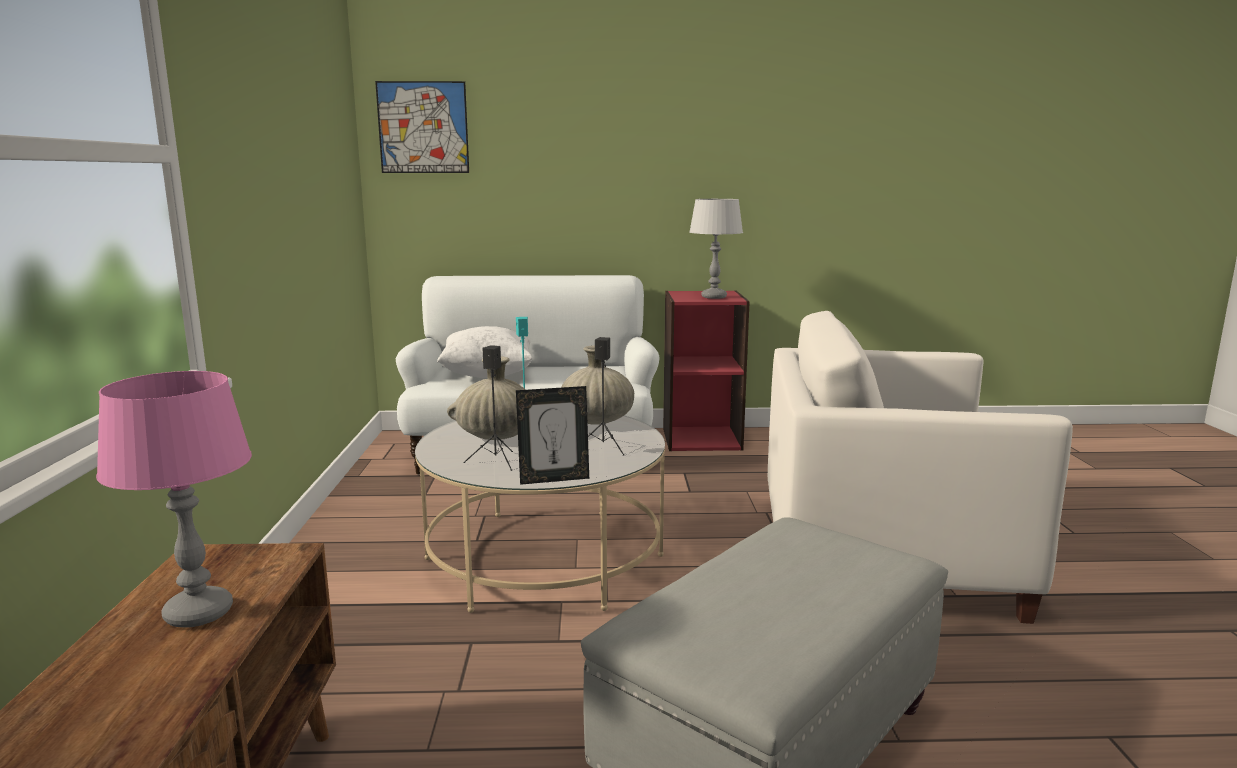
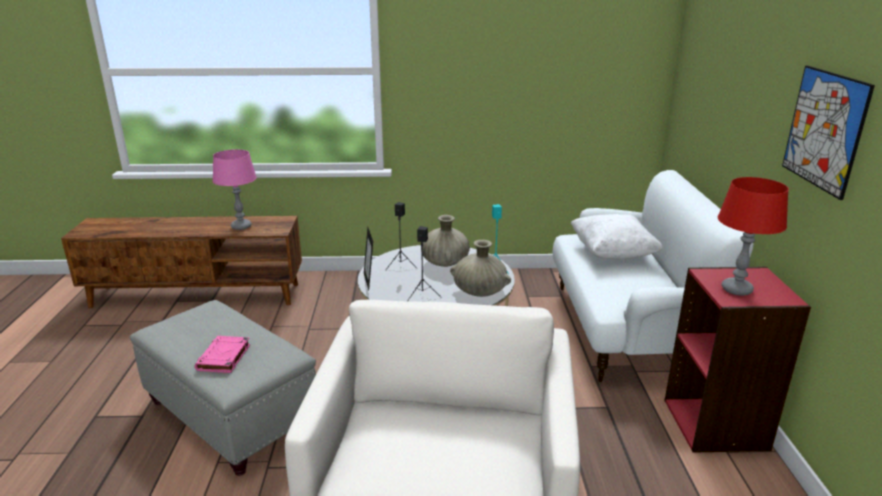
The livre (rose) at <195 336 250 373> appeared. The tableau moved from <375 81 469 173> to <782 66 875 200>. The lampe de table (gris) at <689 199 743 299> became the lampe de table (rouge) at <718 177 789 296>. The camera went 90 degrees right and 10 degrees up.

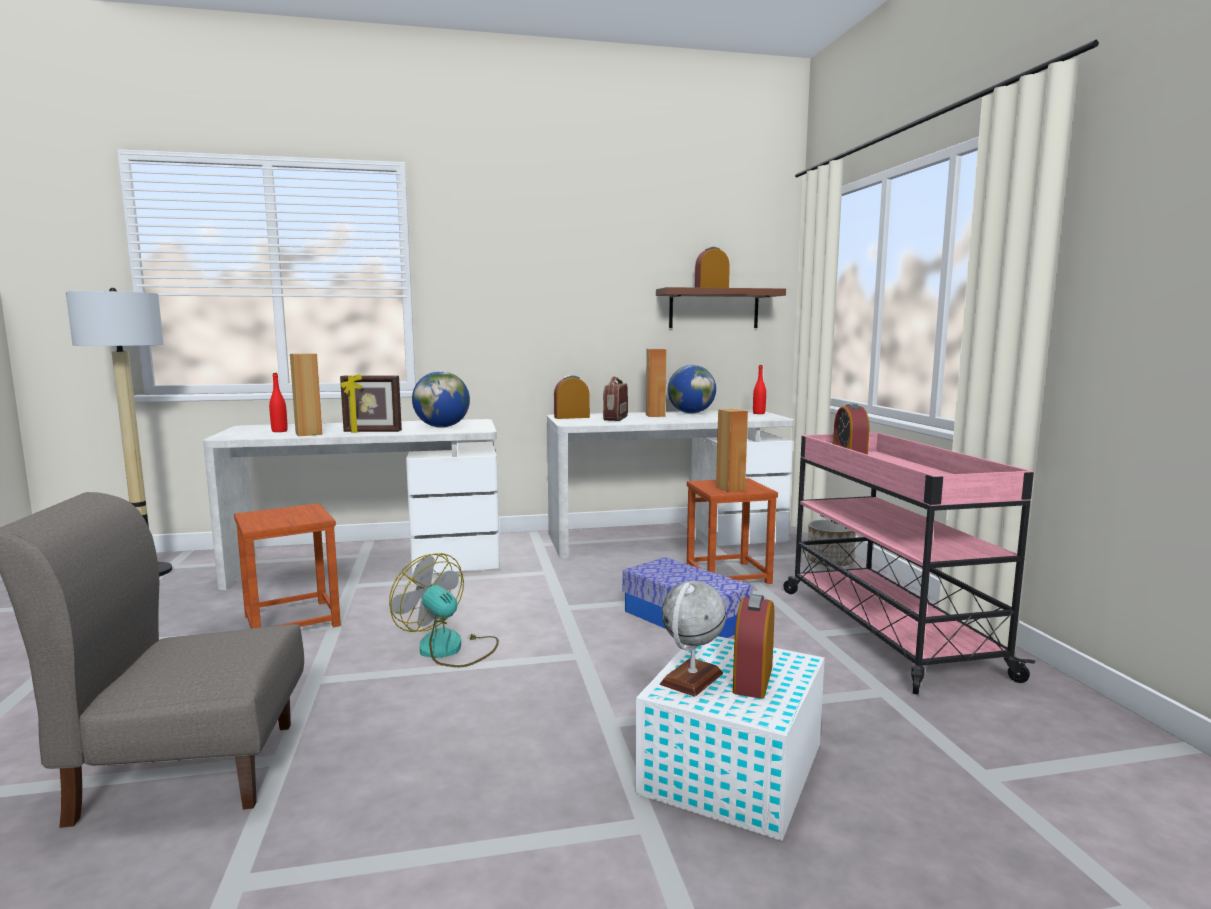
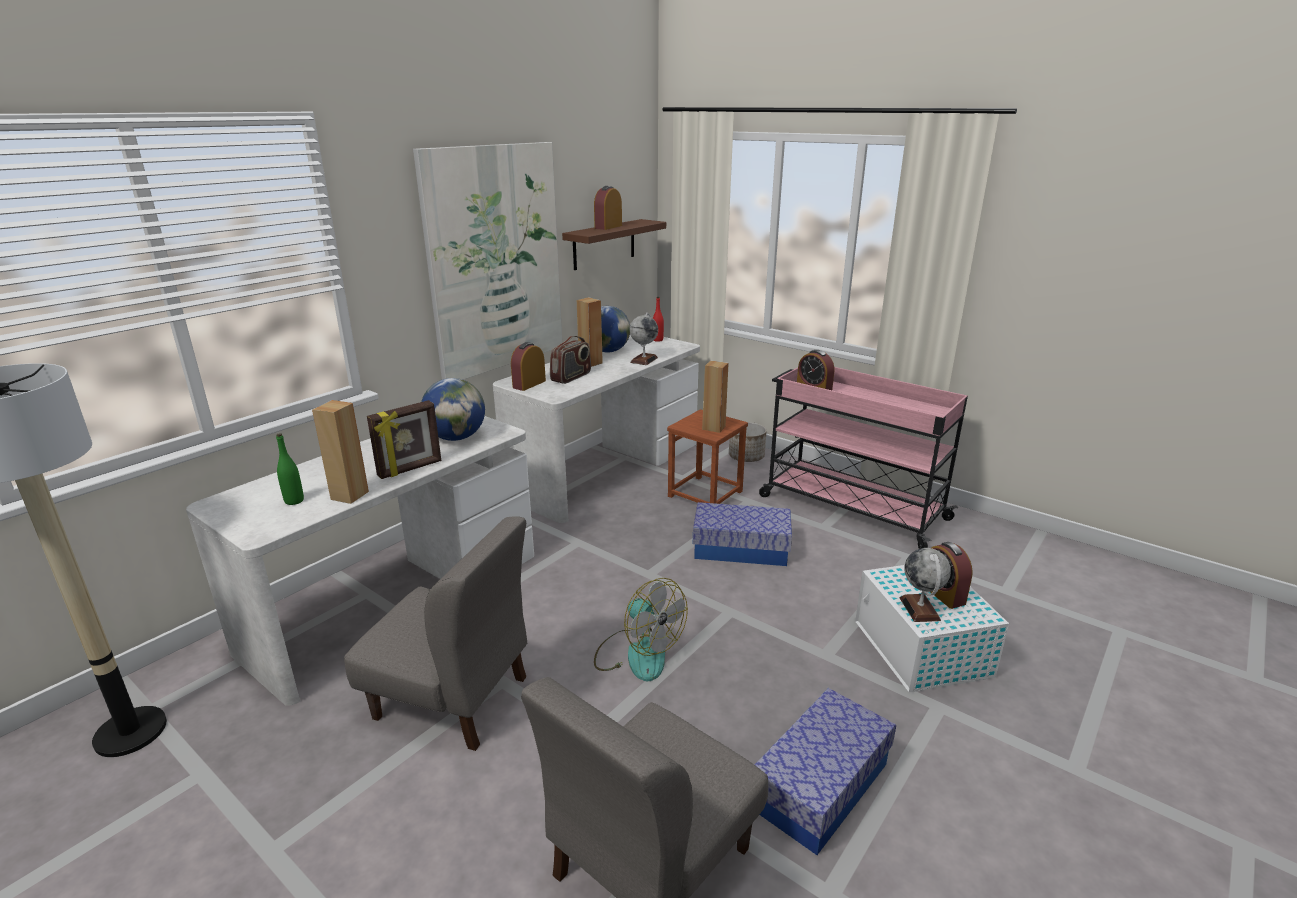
The tableau at <413 142 562 380> appeared. The globe at <630 313 658 365> appeared. The boîte de rangement at <755 688 896 855> appeared. The tabouret (marron) at <234 503 341 629> was replaced by the chaise (gris) at <344 516 527 751>. The bouteille (rouge) at <269 373 288 432> became the bouteille (vert) at <276 433 304 505>. The ventilateur at <389 553 499 667> turned 135 degrees counterclockwise. The radio at <603 376 628 421> turned 120 degrees counterclockwise. The camera went 40 degrees left and 15 degrees up.

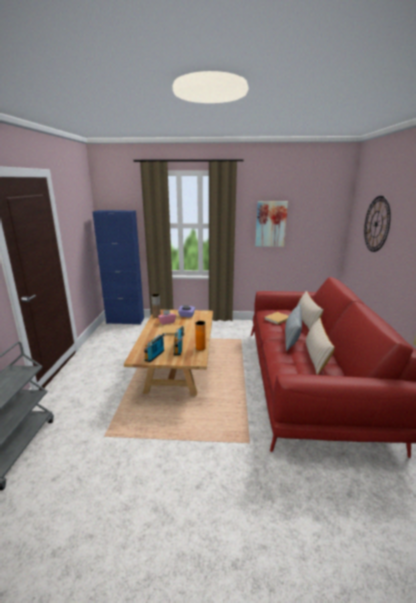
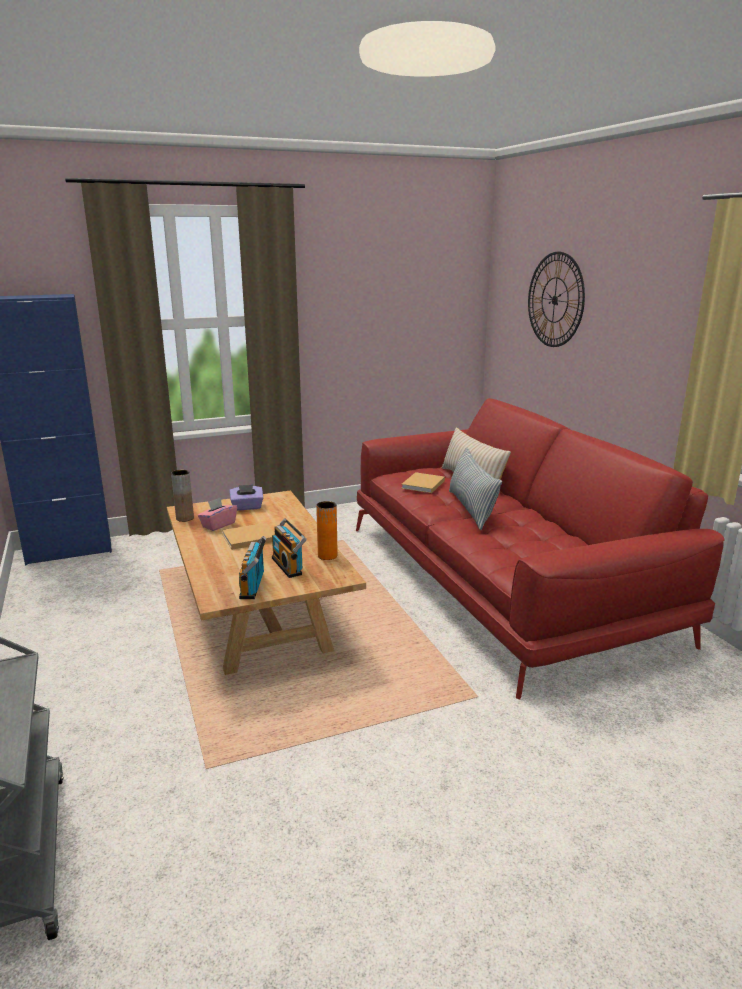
The tableau at <255 201 288 247> disappeared. The coussin (beige) at <306 318 335 375> disappeared. The camera went 25 degrees left and 0 degrees up.

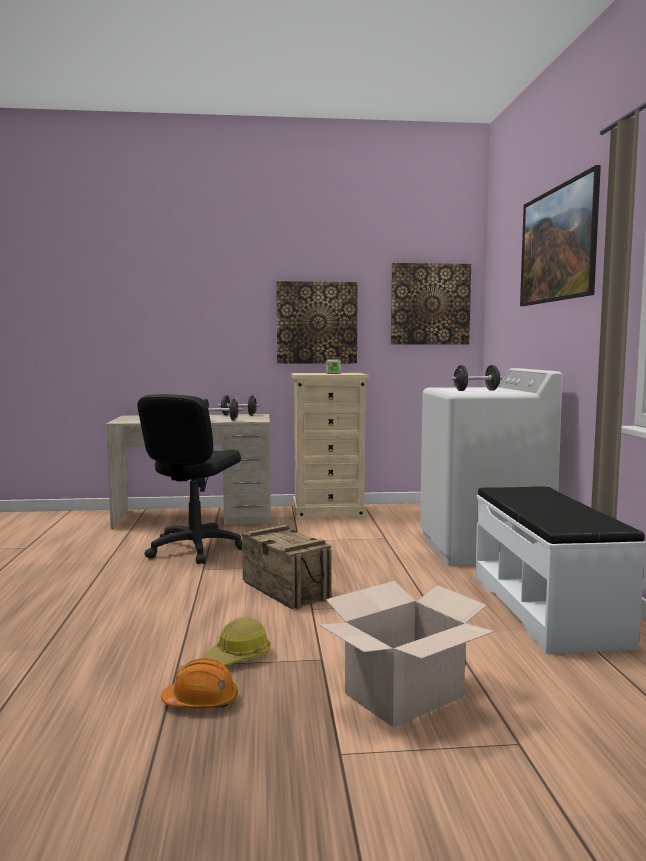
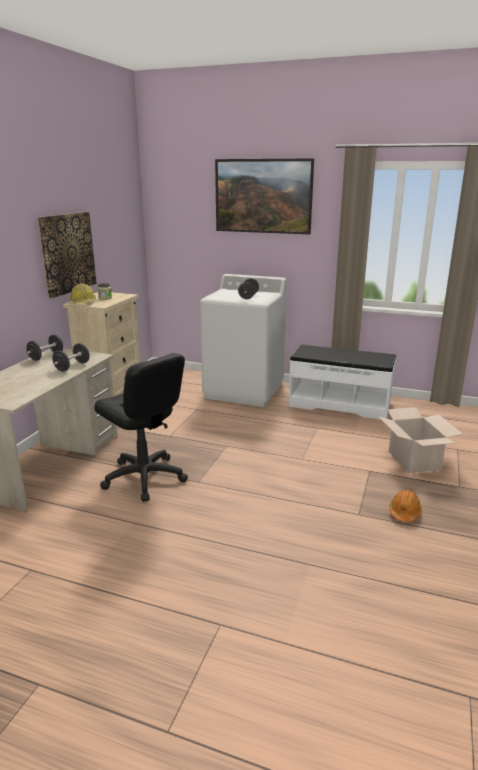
The caisse at <242 525 331 609> disappeared. The tableau at <391 263 471 344> disappeared. The casque de chantier moved from <204 617 271 665> to <70 284 96 303>. The camera went 65 degrees left and 15 degrees up.

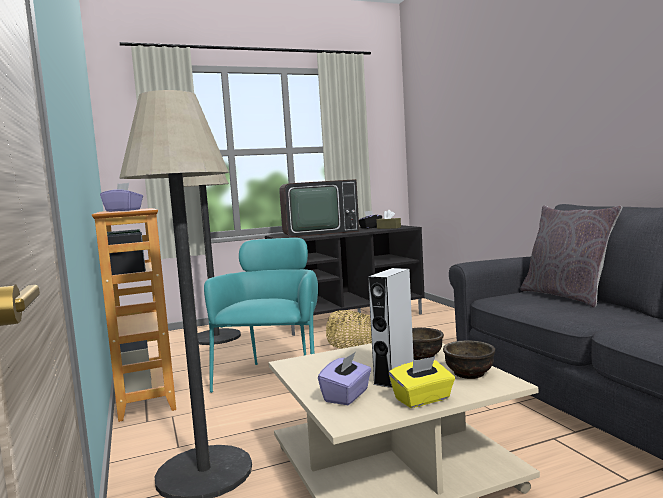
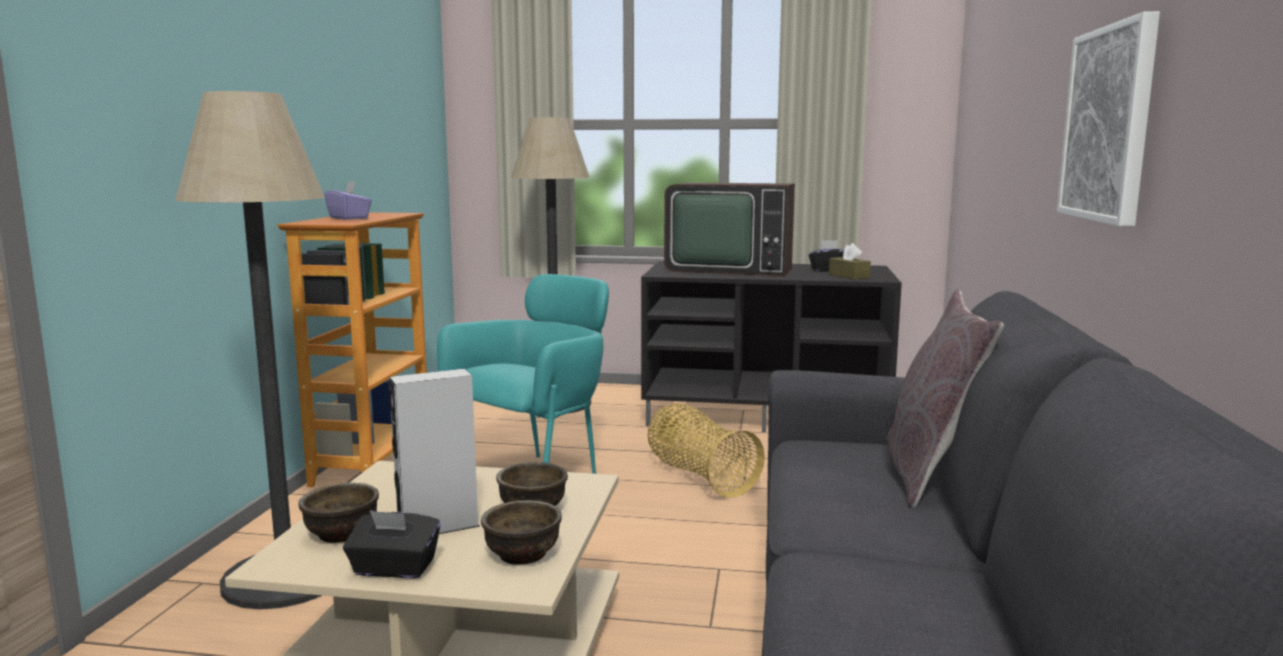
The tableau at <1057 11 1160 226> appeared. The boîte à mouchoirs (violet) at <318 352 372 405> was replaced by the bol (marron) at <298 483 379 543>. The boîte à mouchoirs (jaune) at <389 356 455 408> became the boîte à mouchoirs (noir) at <343 510 441 578>. The camera went 30 degrees right and 5 degrees up.

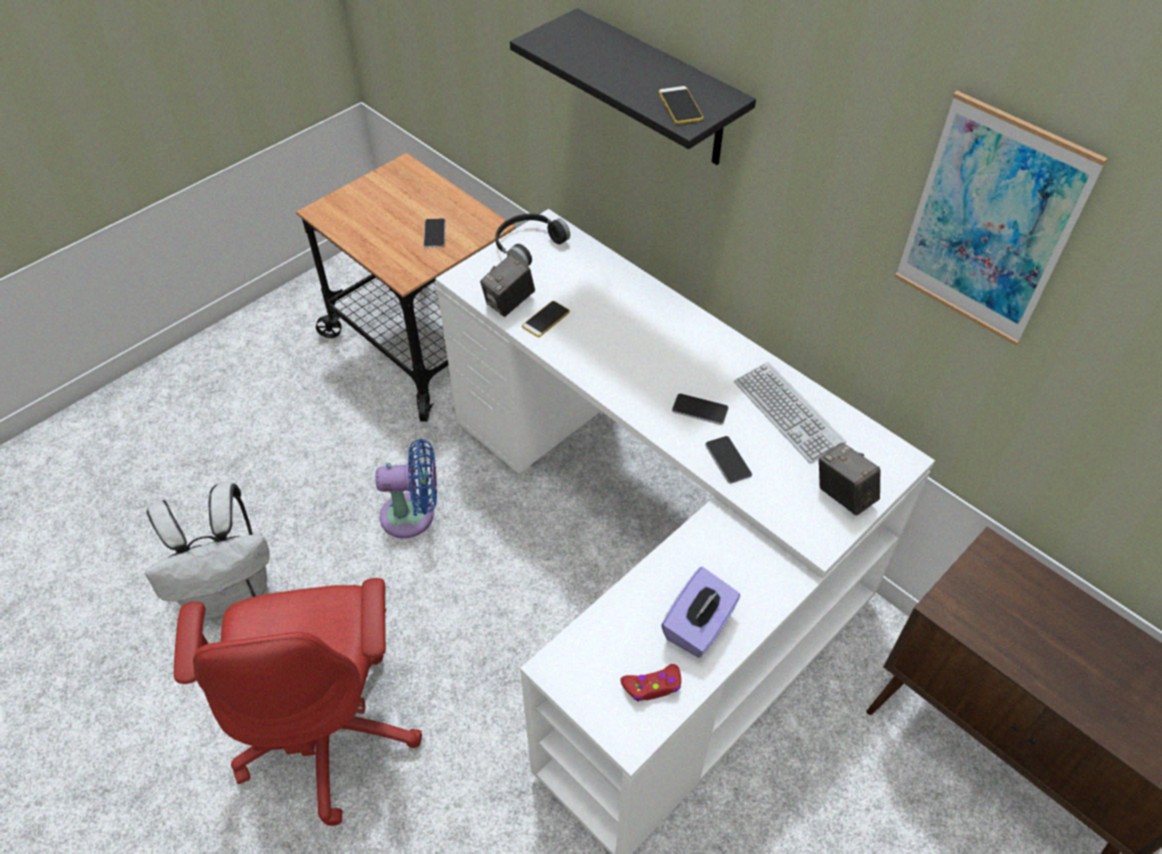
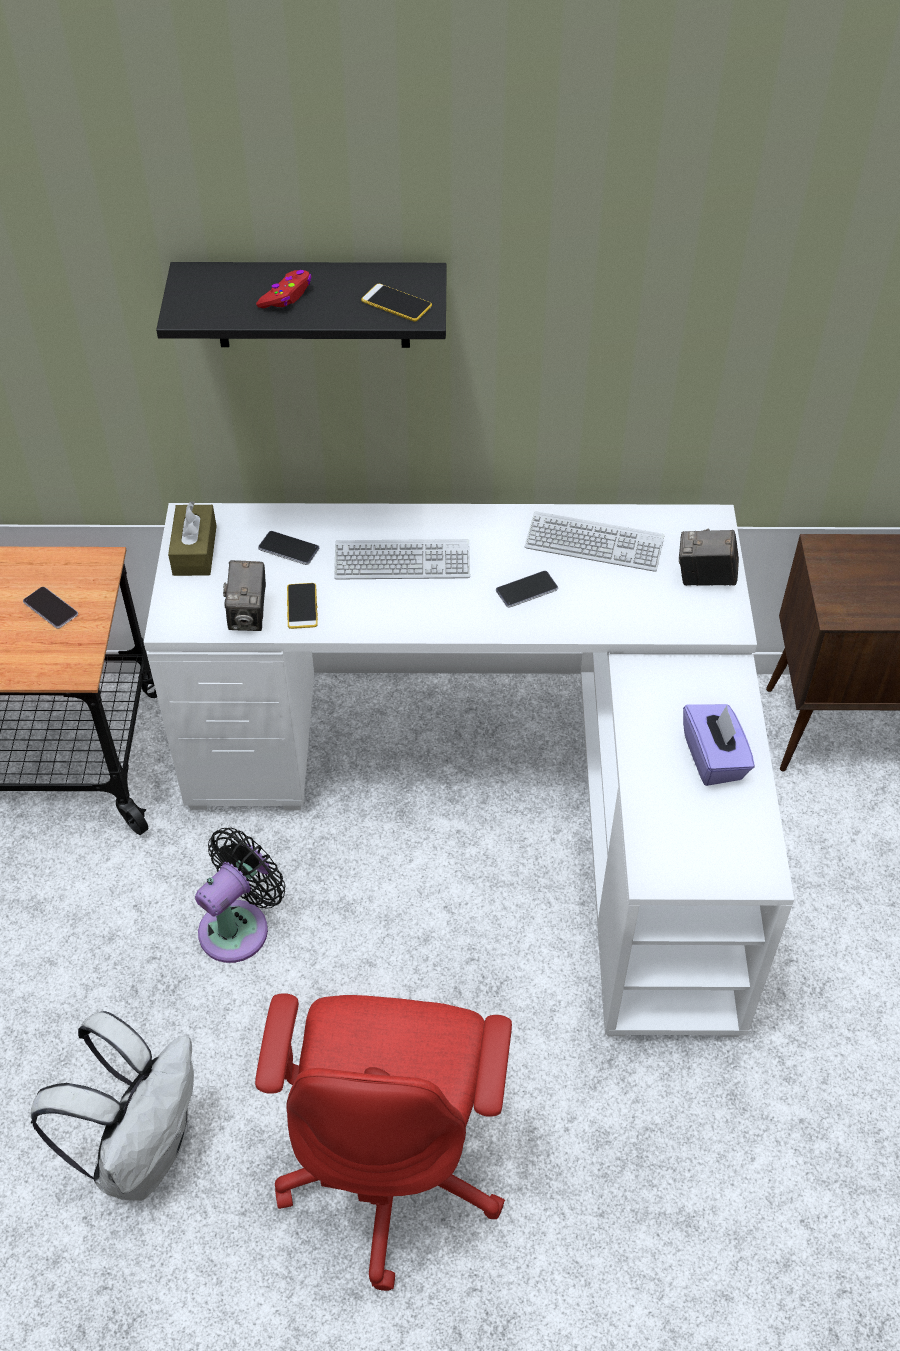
The tableau at <894 91 1108 346> disappeared. The clavier at <334 539 470 579> appeared. The manette (rouge) moved from <620 664 681 702> to <256 270 312 308>. The téléphone moved from <705 436 752 484> to <258 531 319 565>. The casque audio (noir) at <495 213 571 266> was replaced by the boîte à mouchoirs (marron) at <168 501 216 576>. The ventilateur (bleu) at <375 439 437 538> became the ventilateur (noir) at <195 828 285 963>. The chaise de bureau (rouge) at <174 578 422 826> turned 60 degrees clockwise. The camera went 45 degrees left and 0 degrees up.

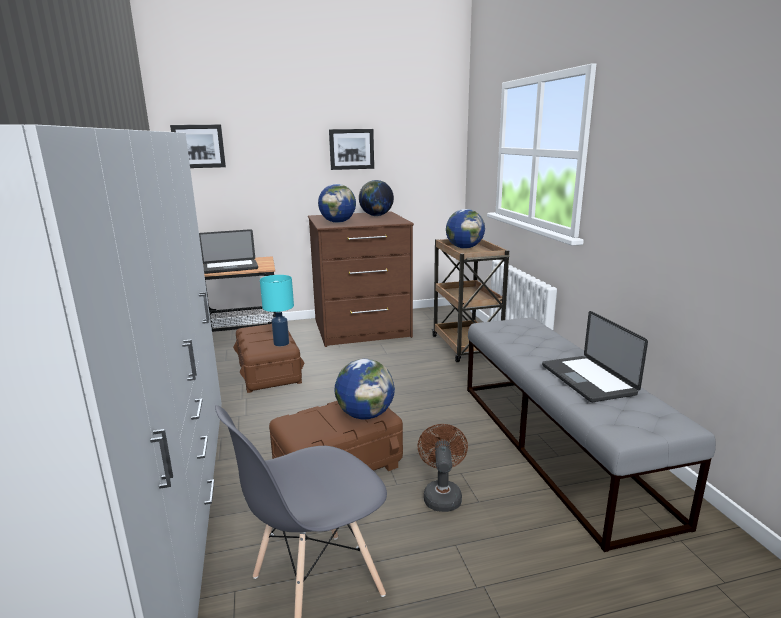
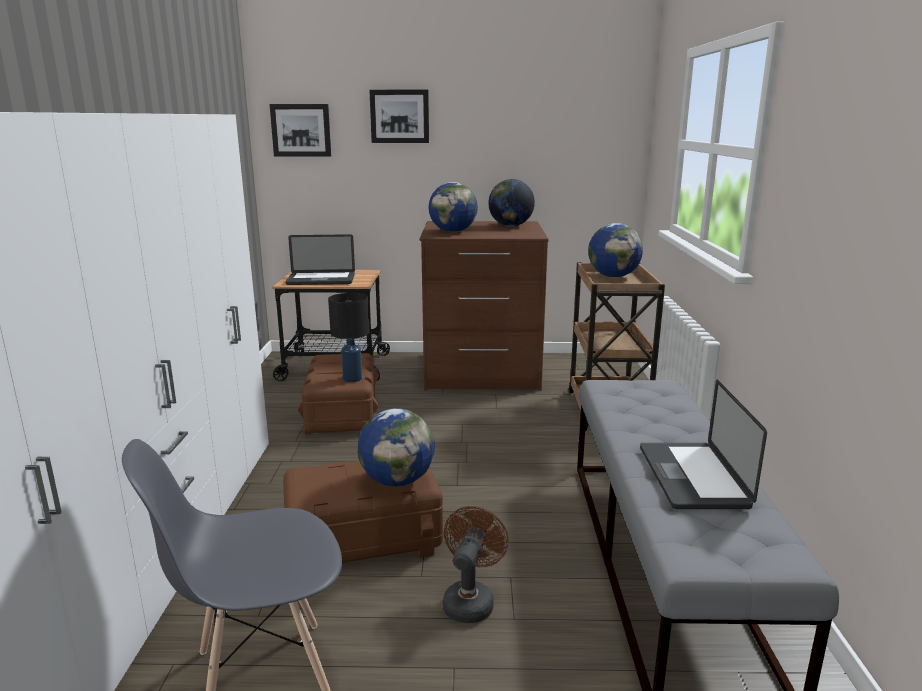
The tableau moved from <329 129 374 170> to <369 90 429 143>. The lampe de table (turquoise) at <260 275 294 346> became the lampe de table (noir) at <328 293 370 382>. The camera went 15 degrees right and 0 degrees up.

